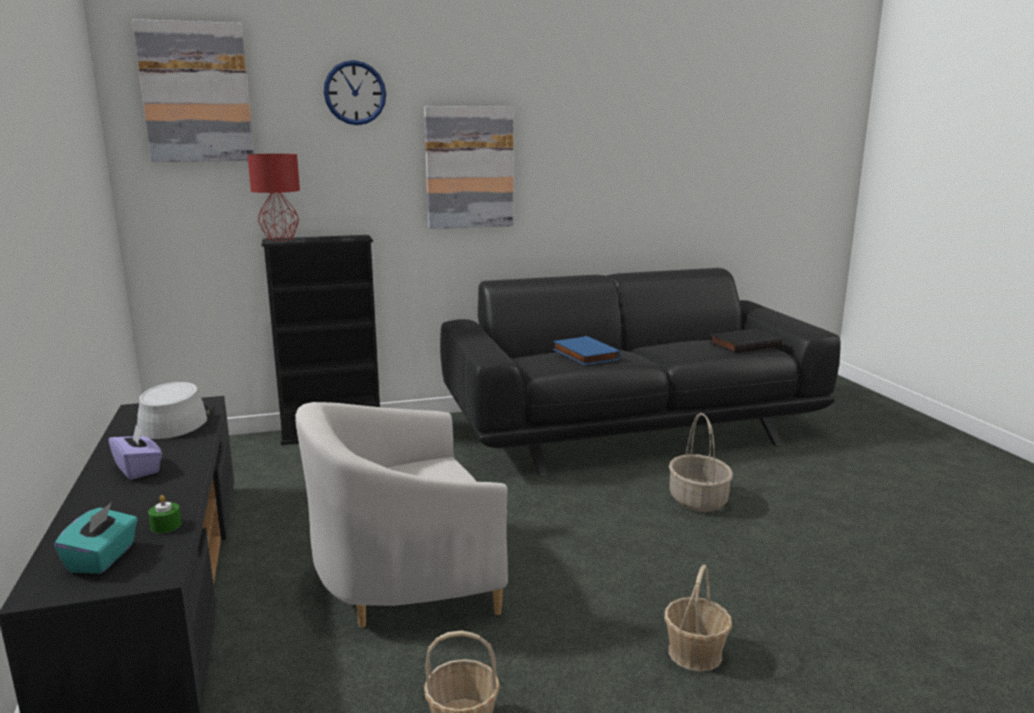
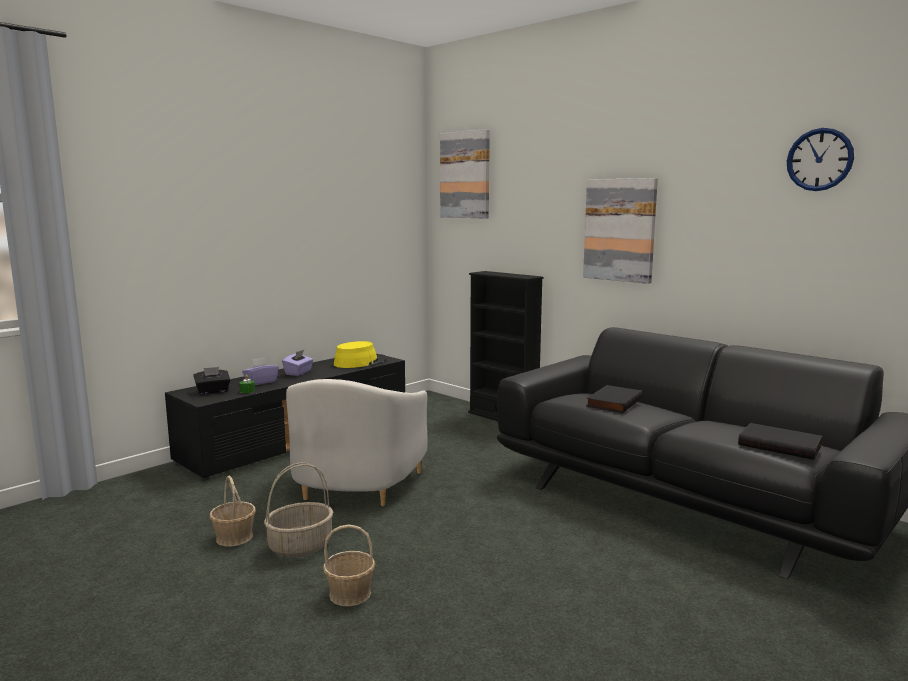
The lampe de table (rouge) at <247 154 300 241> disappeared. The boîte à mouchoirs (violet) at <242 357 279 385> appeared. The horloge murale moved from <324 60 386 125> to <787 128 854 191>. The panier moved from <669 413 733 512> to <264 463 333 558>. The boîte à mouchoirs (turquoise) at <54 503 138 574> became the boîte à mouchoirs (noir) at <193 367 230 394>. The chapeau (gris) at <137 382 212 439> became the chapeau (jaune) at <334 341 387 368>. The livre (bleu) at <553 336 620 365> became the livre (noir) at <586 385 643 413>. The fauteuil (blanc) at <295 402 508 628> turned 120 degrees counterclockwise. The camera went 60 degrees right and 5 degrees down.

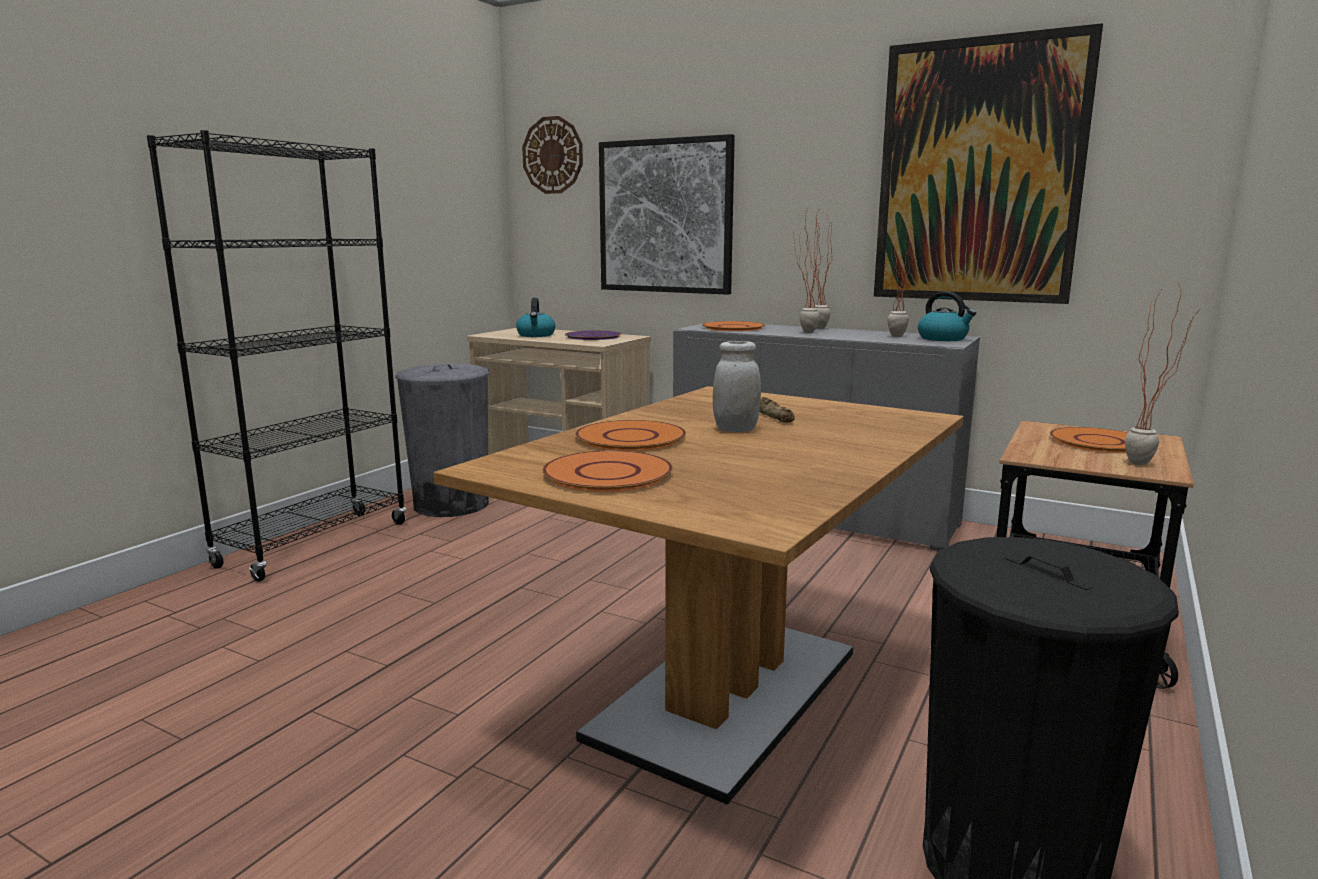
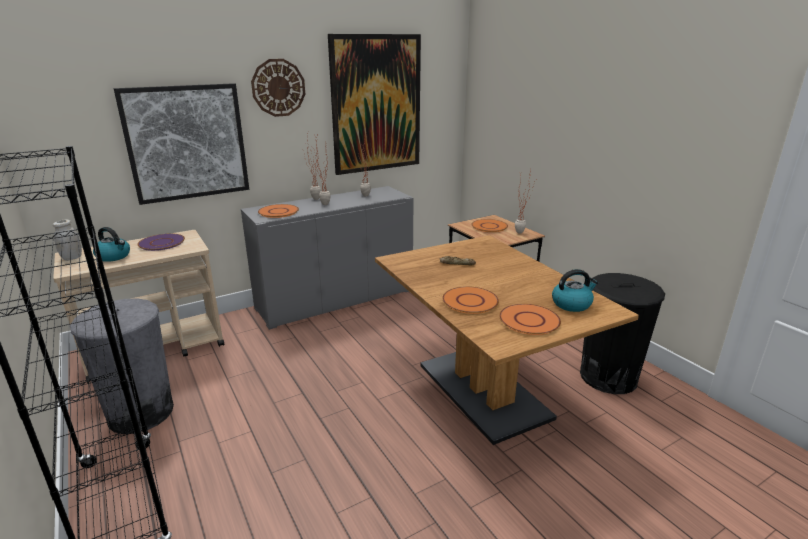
The horloge murale moved from <522 116 583 194> to <251 59 305 117>. The bocal (blanc) moved from <713 341 761 432> to <53 220 82 261>. The bouilloire moved from <918 291 976 341> to <552 269 598 312>. The camera went 60 degrees left and 10 degrees up.

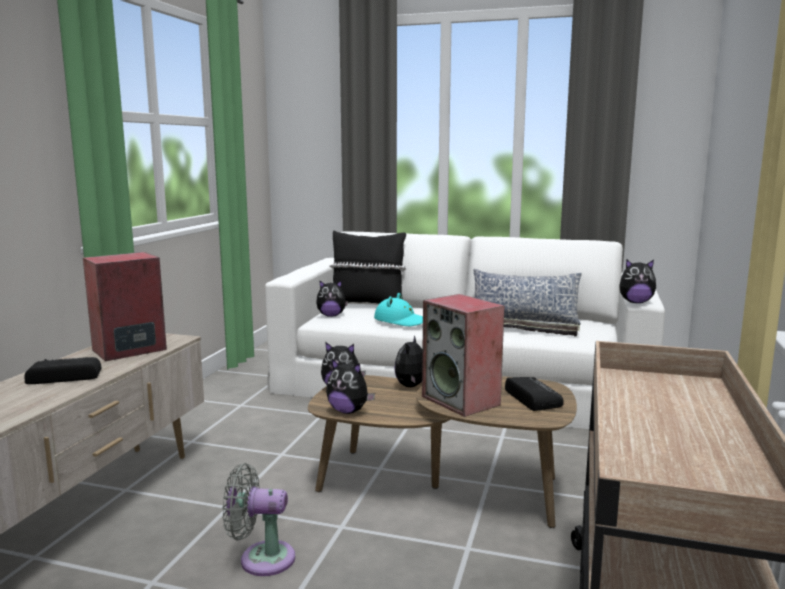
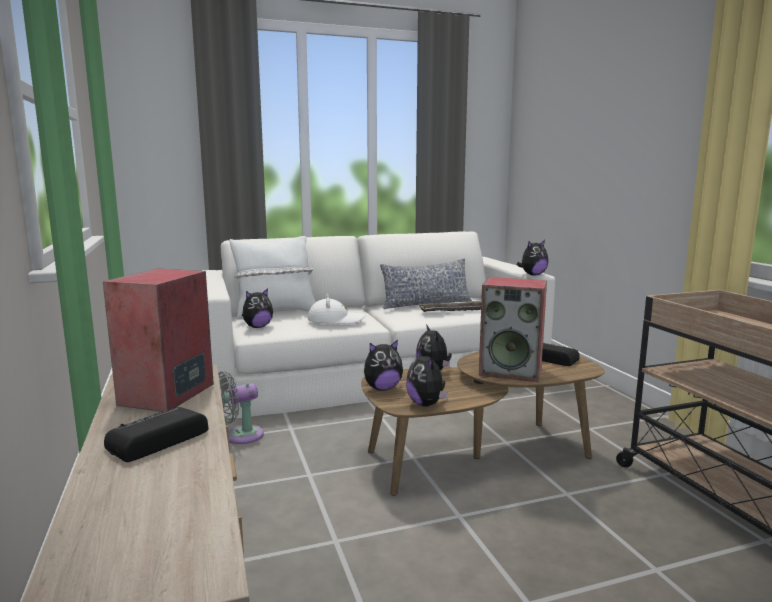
The ventilateur (gris) moved from <222 463 295 576> to <218 371 264 444>. The coussin (noir) at <329 231 406 304> became the coussin (blanc) at <230 236 316 319>. The chapeau (turquoise) at <374 293 423 326> became the chapeau (blanc) at <308 294 366 324>. The peluche at <326 359 375 414> turned 75 degrees clockwise. The camera went 35 degrees left and 0 degrees up.

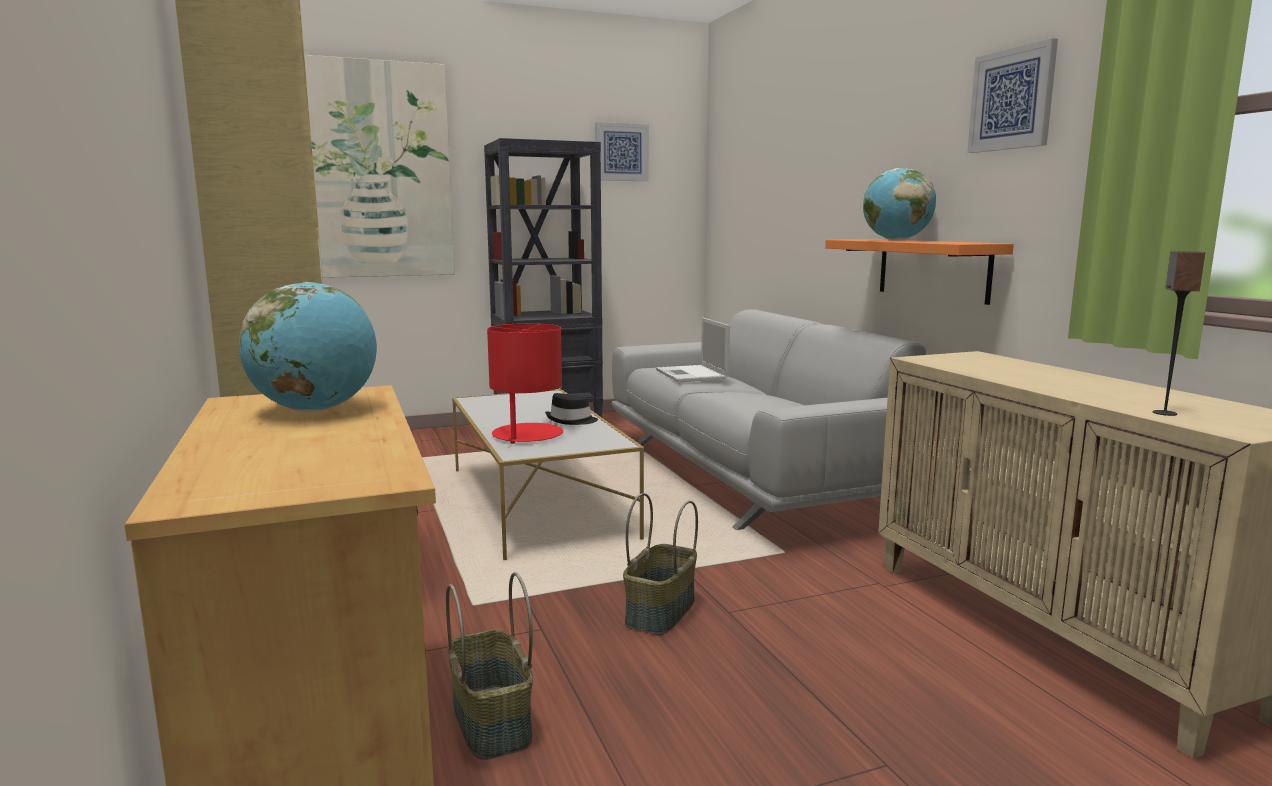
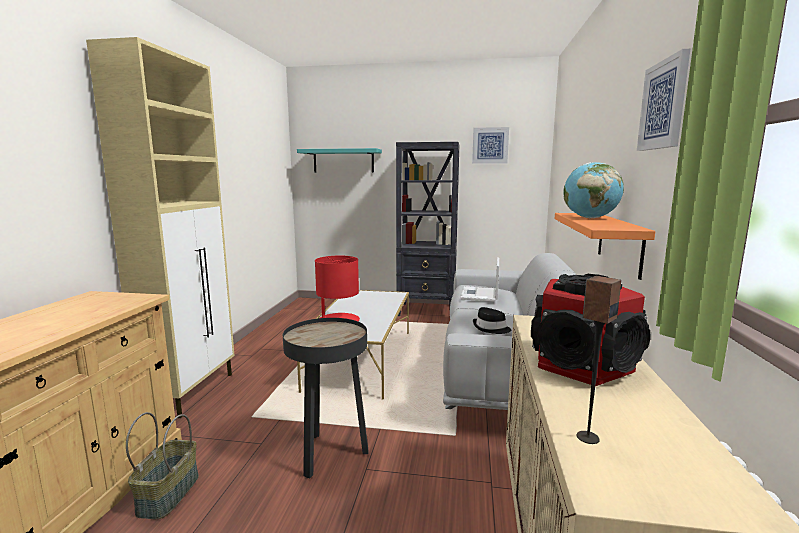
The globe at <239 282 377 412> disappeared. The enceinte at <531 274 650 386> appeared. The chapeau (noir) moved from <545 393 598 425> to <473 307 511 334>. The tableau at <304 55 455 278> was replaced by the étagère (turquoise) at <297 148 382 173>. The panier at <623 493 698 635> was replaced by the table d'appoint (noir) at <283 318 368 478>. The camera went 30 degrees right and 0 degrees up.

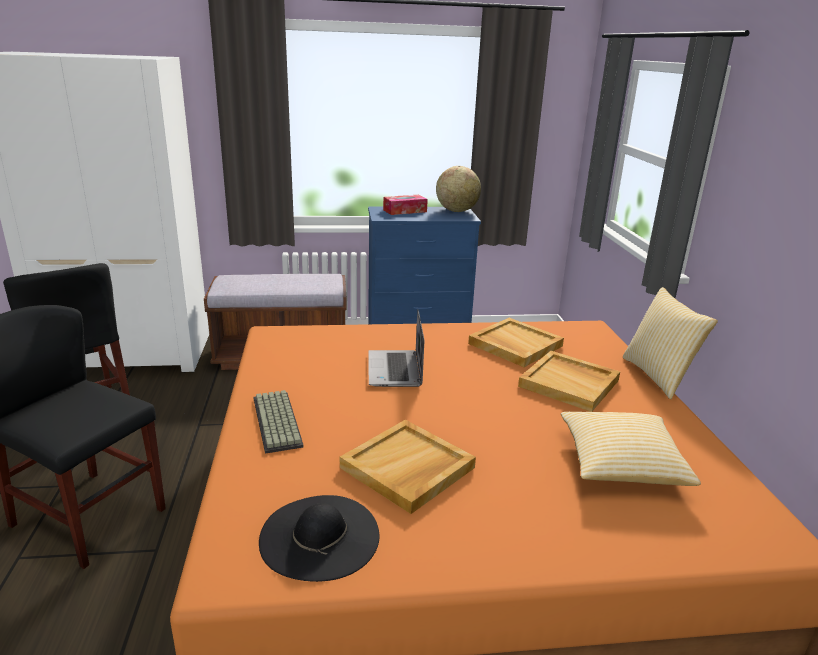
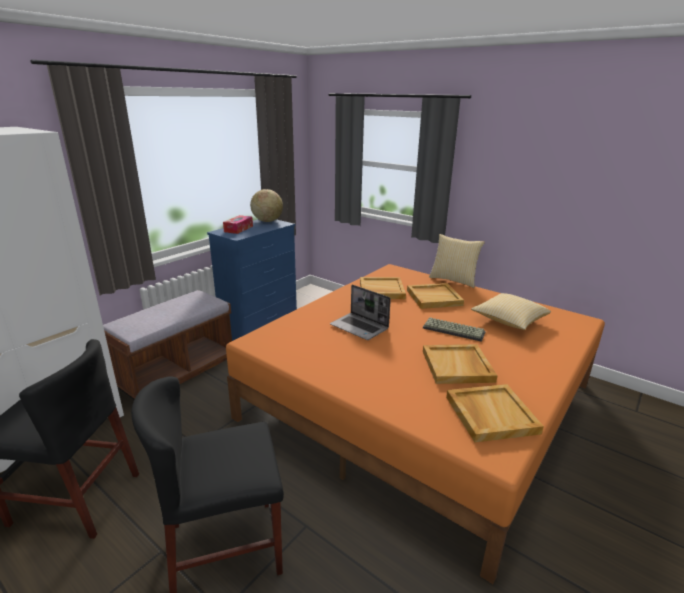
The clavier moved from <253 390 304 454> to <423 317 486 342>. The chapeau (noir) at <259 495 379 582> was replaced by the plateau (beige) at <446 384 544 442>. The camera went 45 degrees left and 0 degrees up.

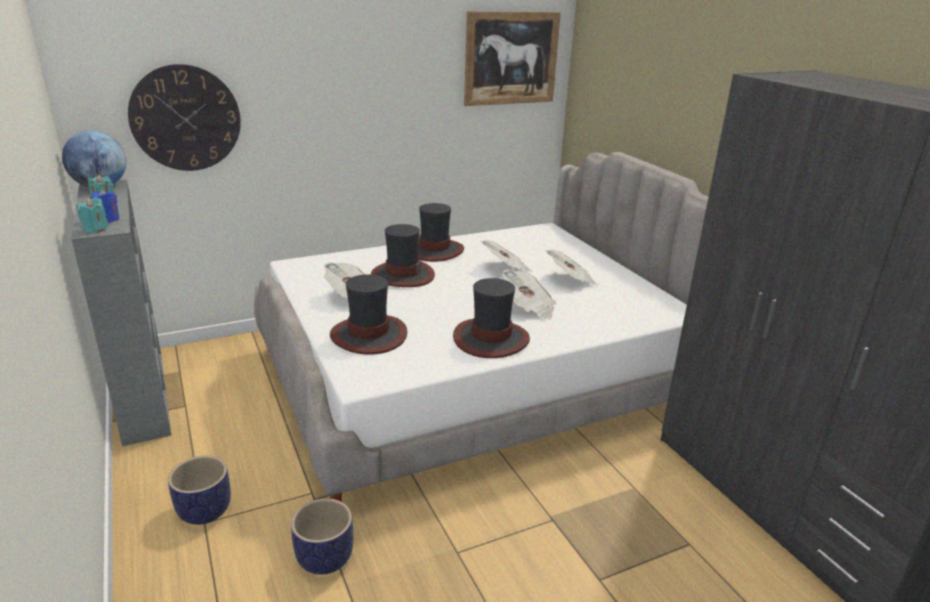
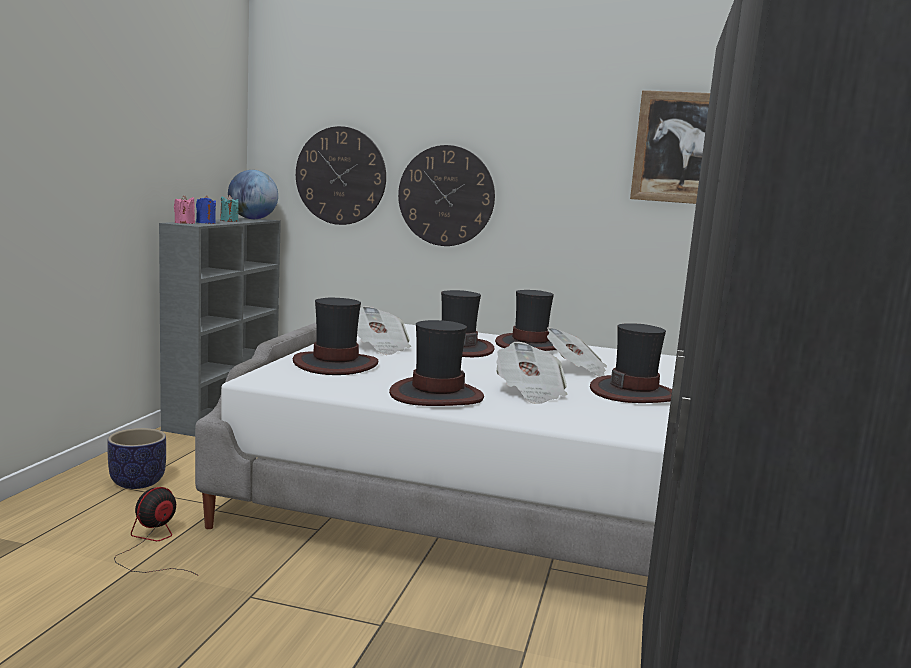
The horloge murale at <398 145 495 246> appeared. The cache-pot at <291 498 353 575> was replaced by the ventilateur at <114 487 199 576>. The journal at <545 250 598 285> was replaced by the chapeau at <590 323 672 403>. The bougie (turquoise) at <78 197 109 233> became the bougie (rose) at <174 195 195 224>. The camera went 40 degrees right and 15 degrees down.

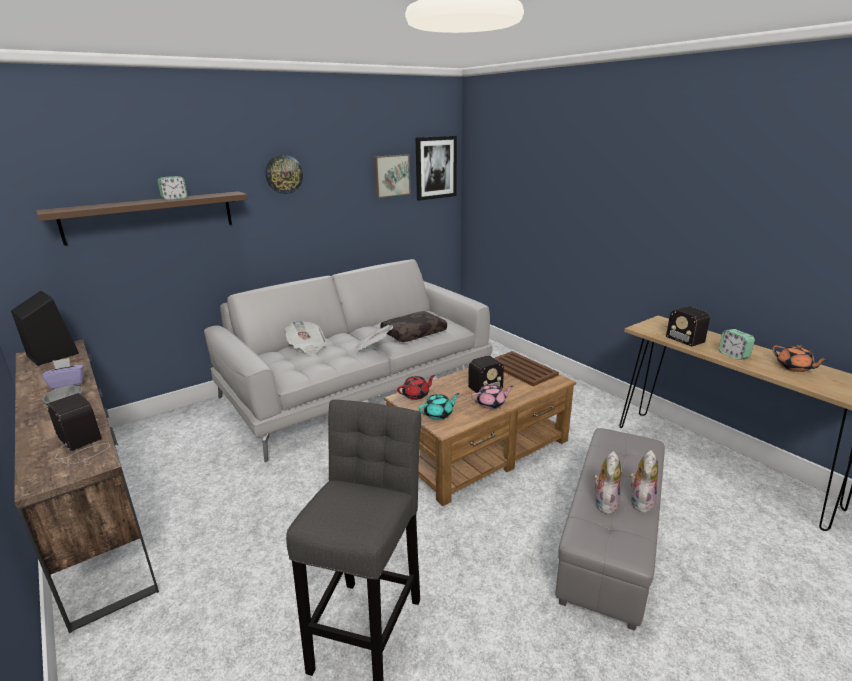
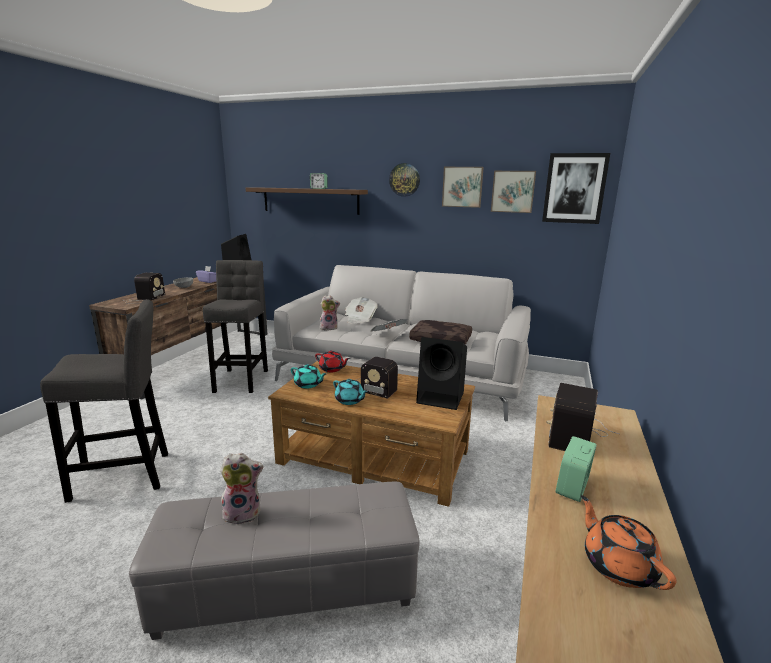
The tabouret (gris) at <203 260 268 393> appeared. The tableau at <442 167 484 208> appeared. The peluche moved from <629 450 658 513> to <320 295 340 331>. The plateau (marron) at <494 351 559 386> was replaced by the enceinte (noir) at <416 337 467 410>. The théière (rose) at <471 384 513 409> became the théière (turquoise) at <333 379 368 405>. The théière (orange) at <772 345 829 372> turned 135 degrees clockwise. The camera went 55 degrees right and 5 degrees down.

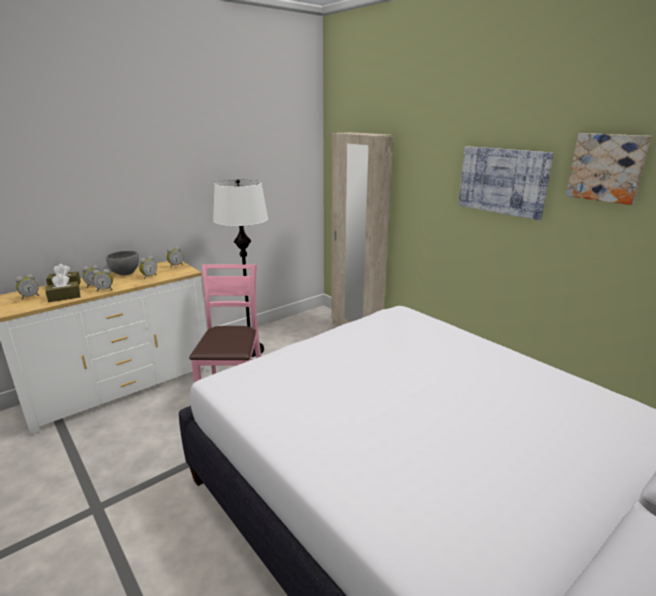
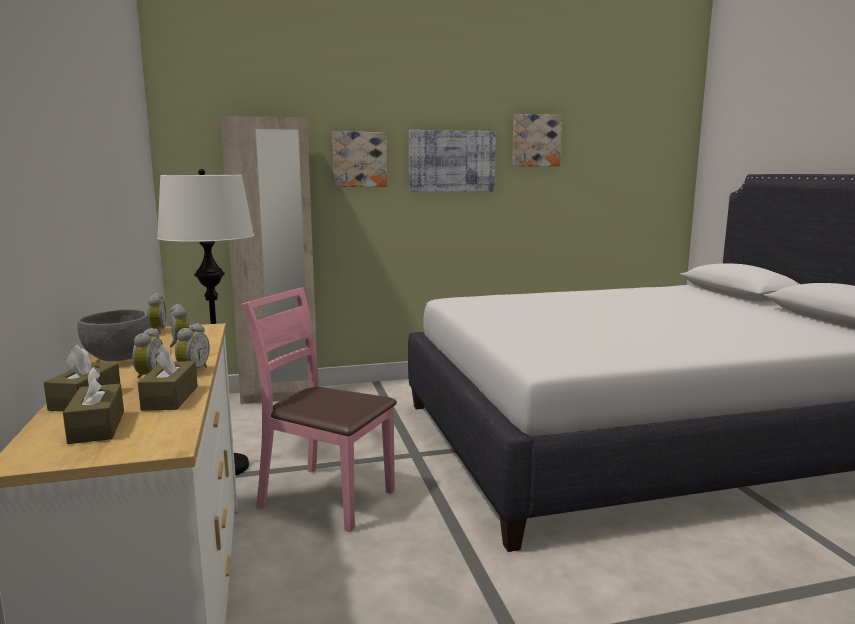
The tableau at <332 131 387 187> appeared. The réveil at <16 274 39 300> was replaced by the boîte à mouchoirs (marron) at <63 366 124 444>. The camera went 65 degrees left and 10 degrees down.

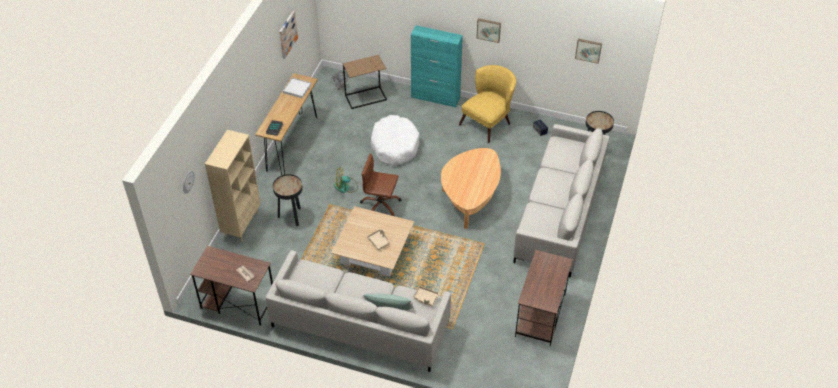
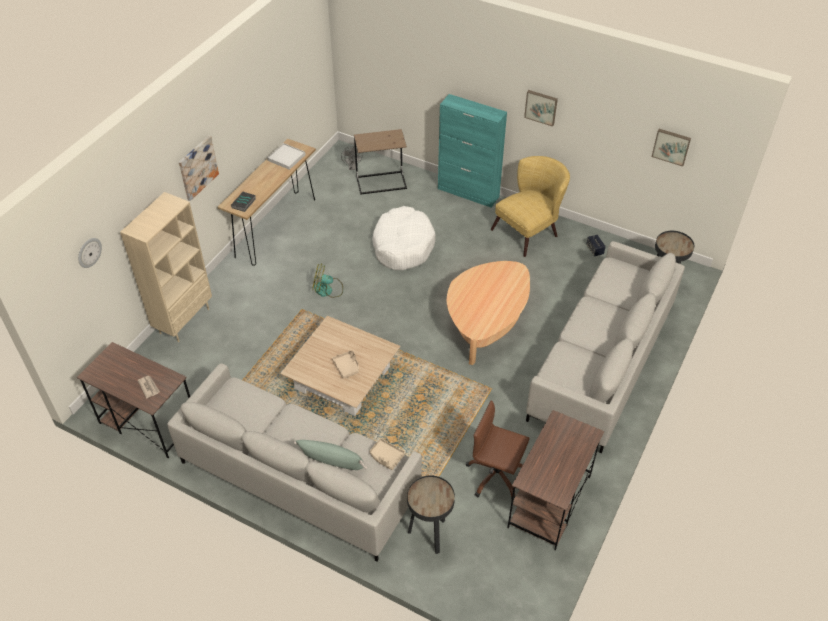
The table d'appoint (noir) moved from <273 174 303 226> to <407 475 455 554>. The tableau moved from <279 11 298 59> to <179 136 219 201>. The chaise de bureau (marron) moved from <360 153 401 216> to <466 401 530 499>. The camera went 10 degrees right and 0 degrees up.

